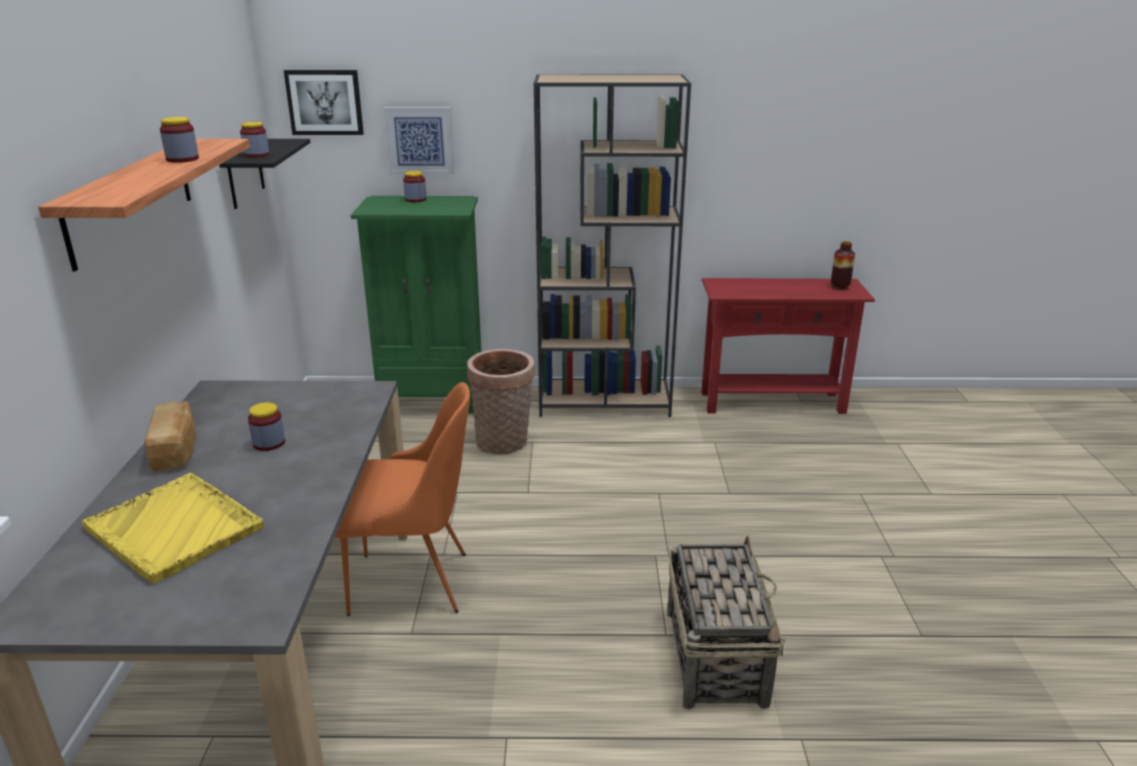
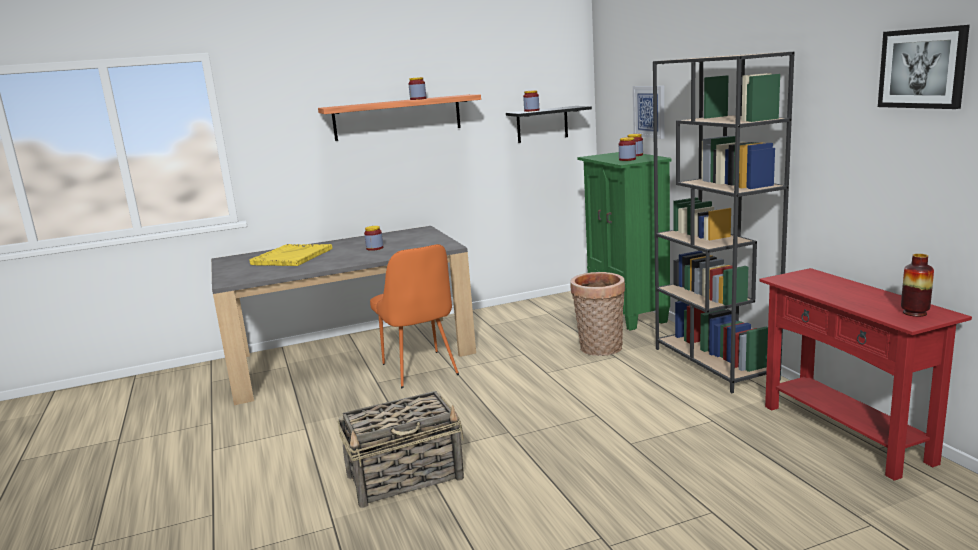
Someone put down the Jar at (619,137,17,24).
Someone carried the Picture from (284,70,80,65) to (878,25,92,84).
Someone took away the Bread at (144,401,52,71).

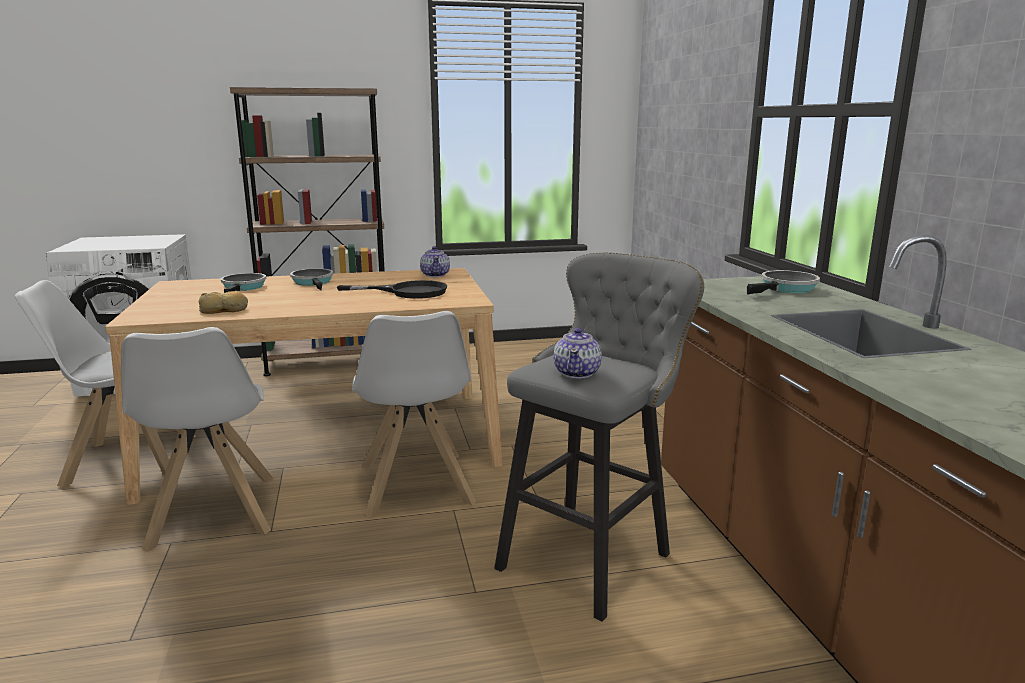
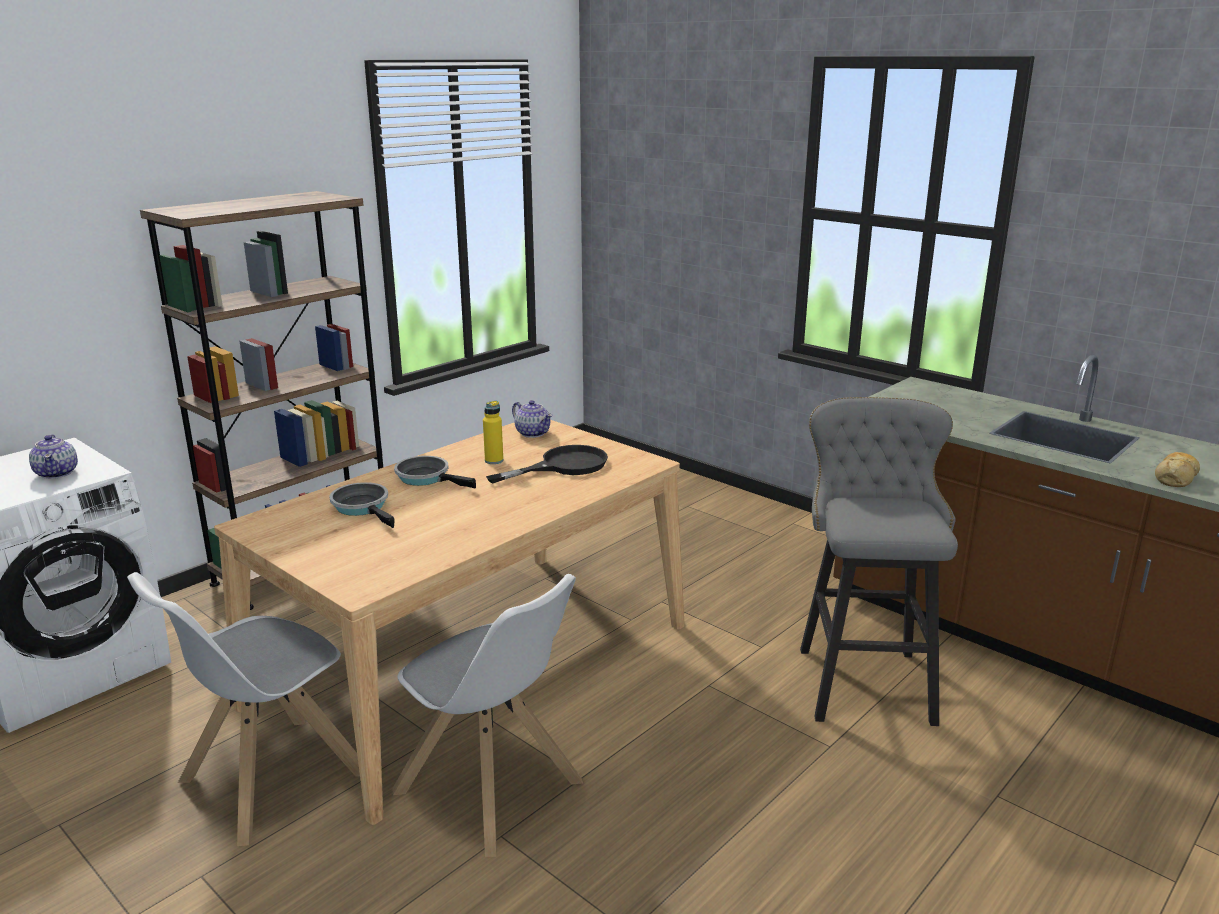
Someone carried the Teapot from (554,328,48,50) to (29,434,49,45).
Someone put down the YellowBottle at (483,401,20,63).
Someone carried the Bread from (199,291,49,23) to (1155,452,45,35).
Someone took away the Chair at (352,311,124,207).
Someone took away the FryingPan at (747,270,73,25).

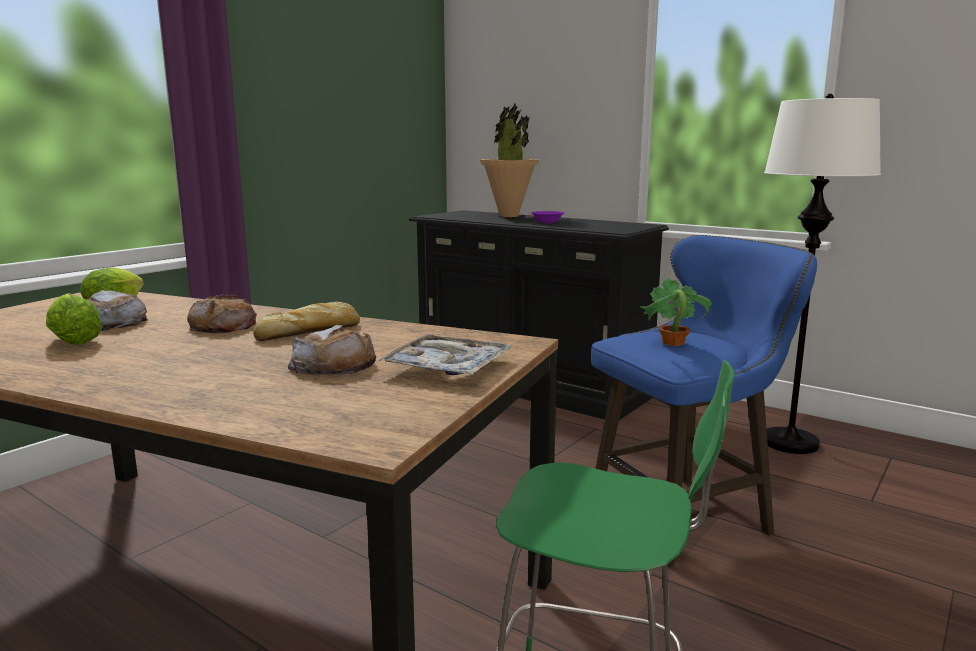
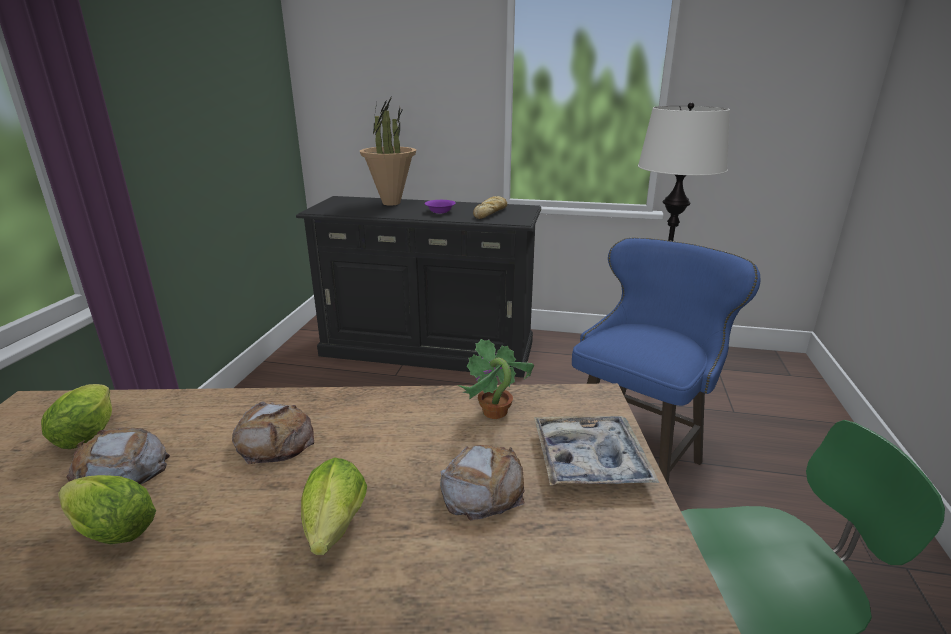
Someone put down the Lettuce at (301,458,66,97).
Someone carried the PottedPlant from (640,278,72,68) to (458,339,76,80).
Someone carried the Bread from (253,302,107,39) to (473,196,34,23).

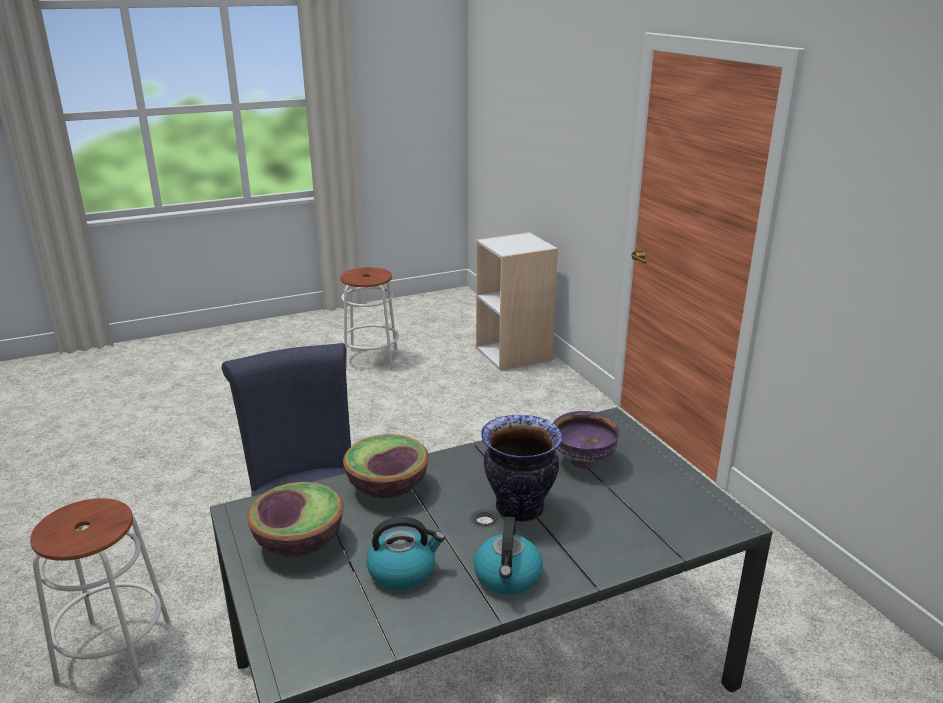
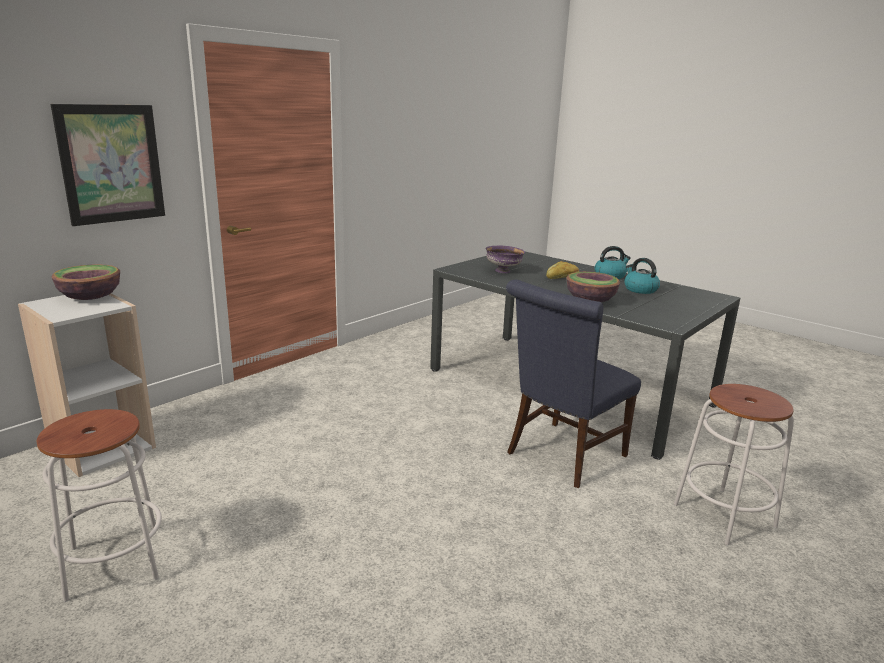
Someone put up the Picture at (51,104,114,122).
Someone carried the Bowl from (247,482,97,74) to (52,264,68,36).
Someone swapped the Vase at (481,415,82,106) for the Bread at (546,261,33,18).

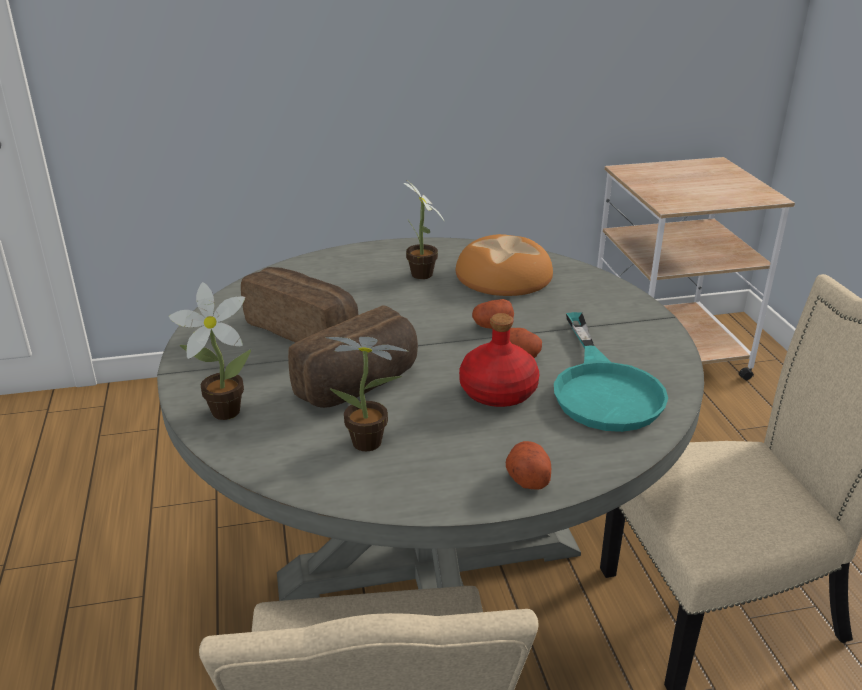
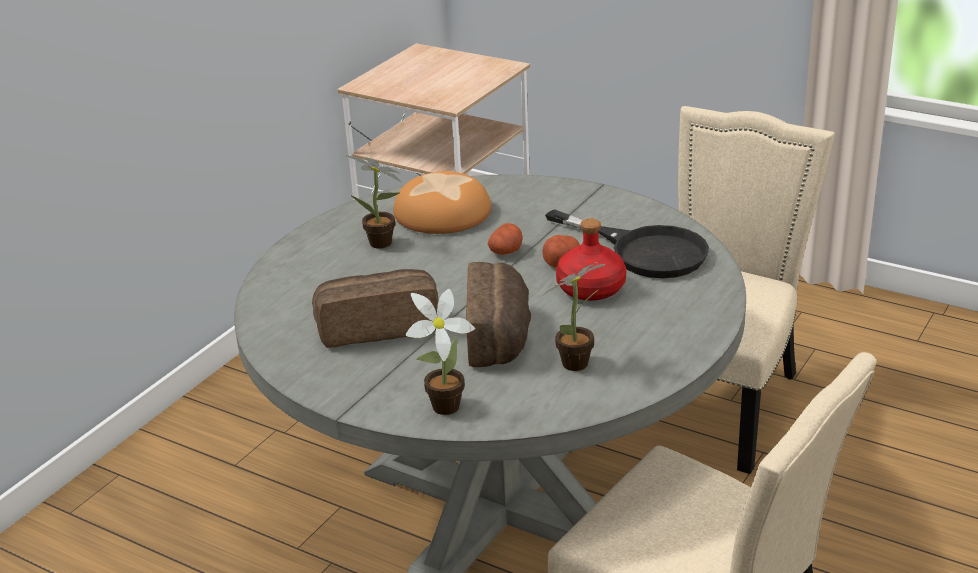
Someone repainted the TurquoiseFryingPan at (554,312,114,120), which became the BlackFryingPan at (545,209,164,69).
Someone took away the Potato at (506,441,45,49).

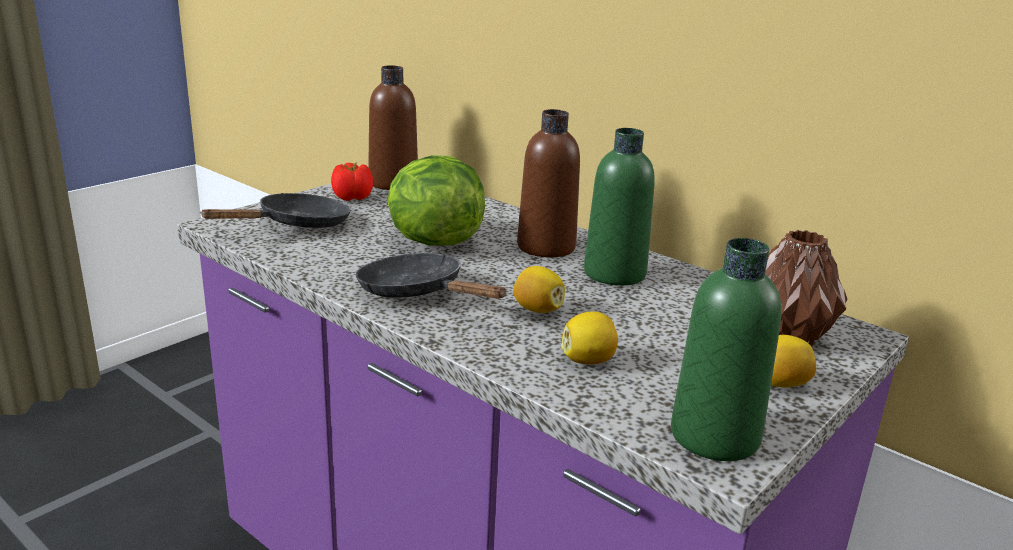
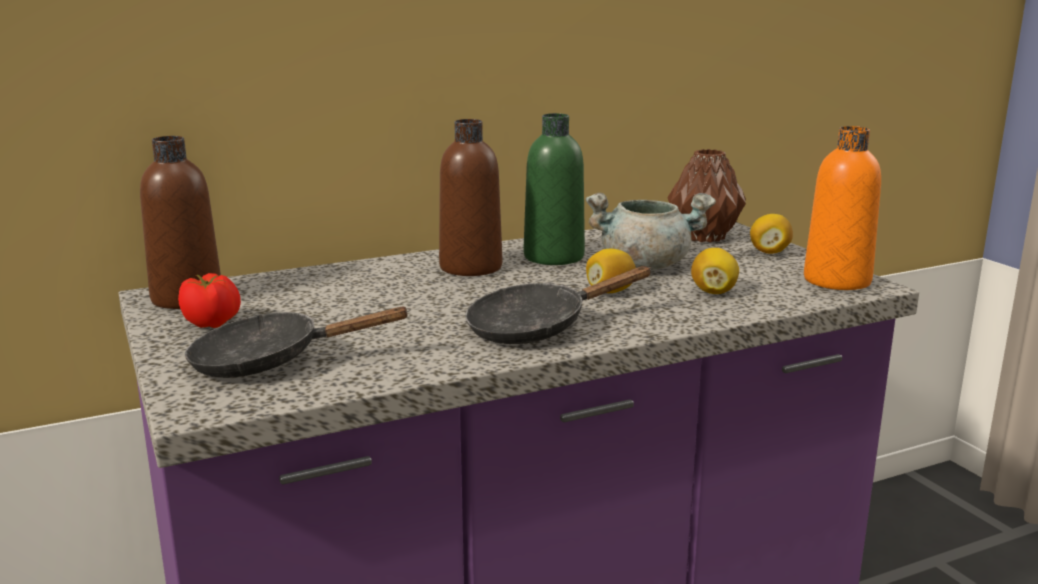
Someone rotated the BlackFryingPan at (200,193,151,35) by 75 degrees counterclockwise.
Someone put down the GreyCookingPot at (585,193,131,77).
Someone repainted the GreenBottle at (671,238,111,223), which became the OrangeBottle at (804,126,77,164).
Someone took away the Lettuce at (387,155,98,91).

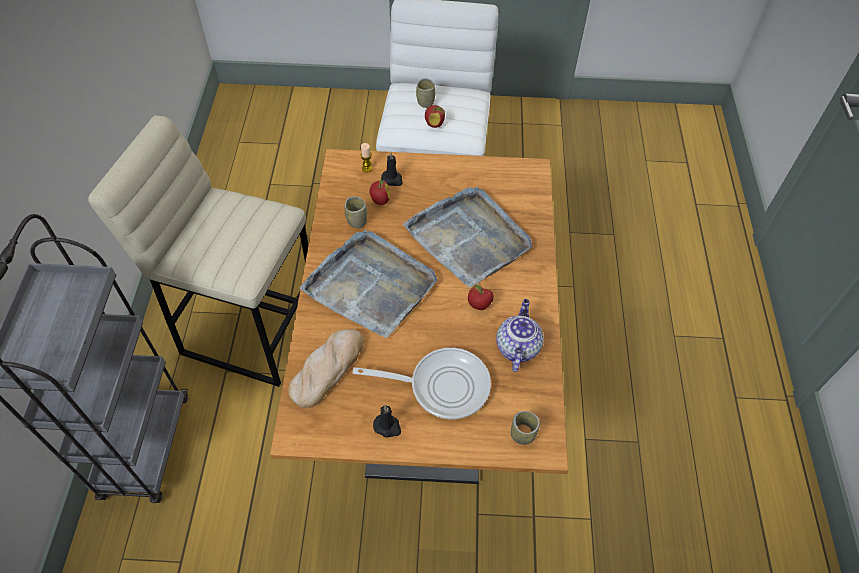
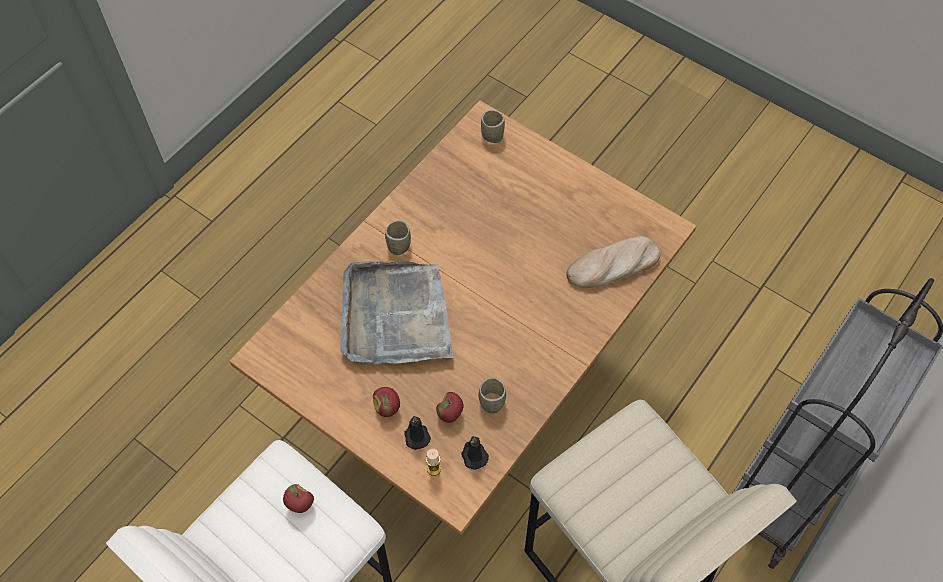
Someone carried the Apple from (468,285,26,25) to (373,387,27,30).
Someone carried the Cup from (416,78,20,30) to (385,220,26,35).
Someone carried the BlackCandle from (373,405,28,33) to (461,436,28,34).
Someone took away the GreyTray at (299,230,138,108).
Someone took away the FryingPan at (353,348,138,71).
Someone took away the Teapot at (496,299,48,73).

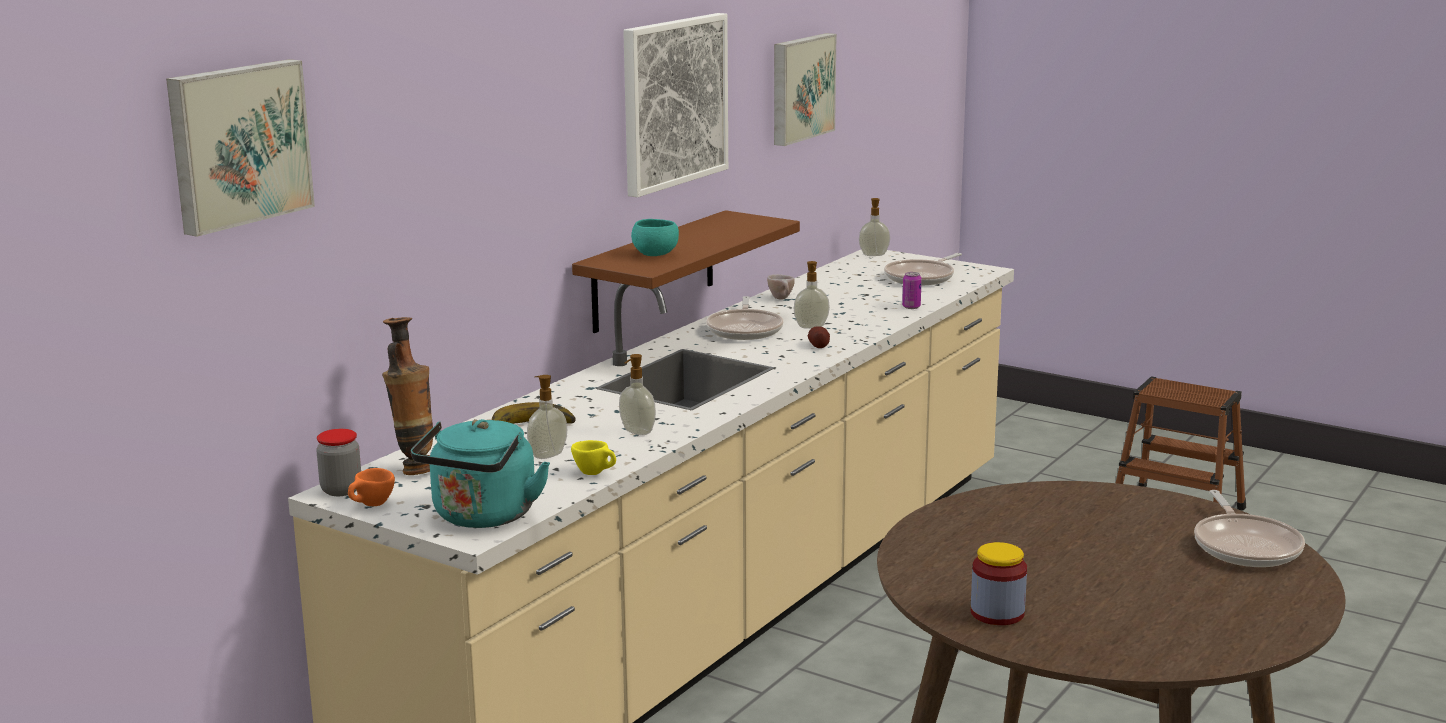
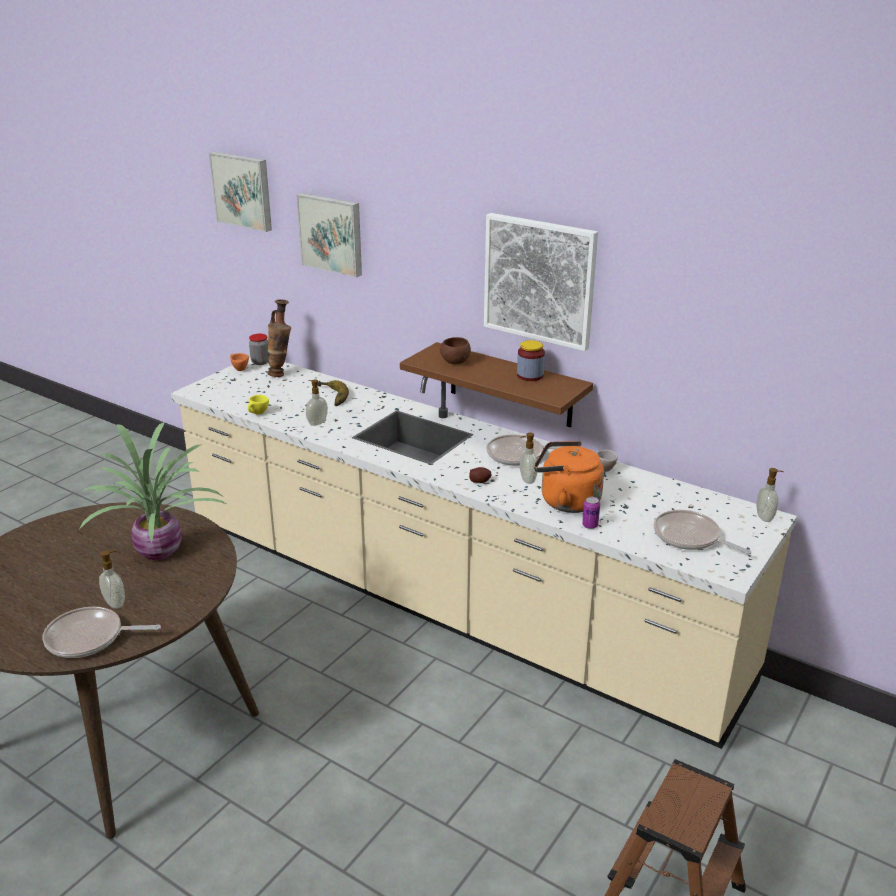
Someone put down the PottedPlant at (80,422,146,138).
Someone carried the SoapDispenser from (527,375,40,84) to (99,550,26,59).
Someone carried the Picture from (774,33,63,113) to (297,193,65,85).
Someone repainted the TurquoiseBowl at (631,219,48,37), which became the BrownBowl at (440,337,31,27).
Someone carried the Jar from (971,542,56,83) to (517,340,28,41).
Someone put down the OrangeKettle at (534,441,70,72).
Someone took away the TurquoiseKettle at (411,419,139,109).

